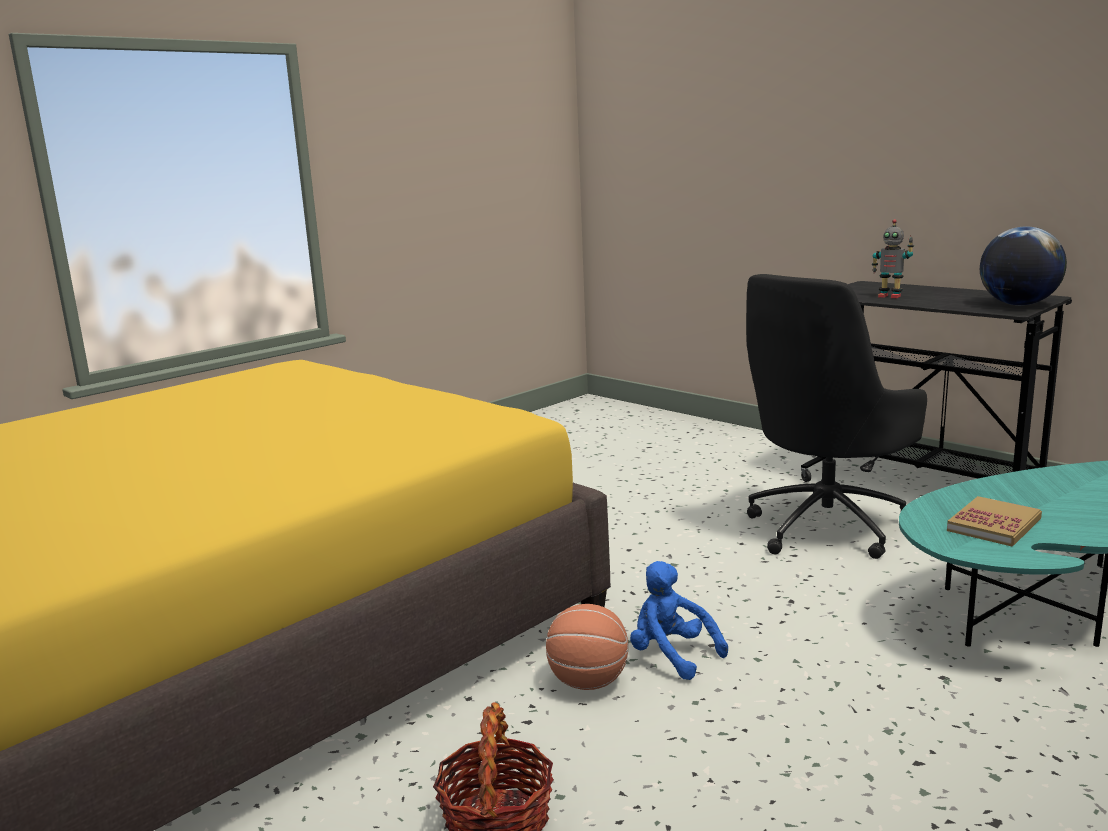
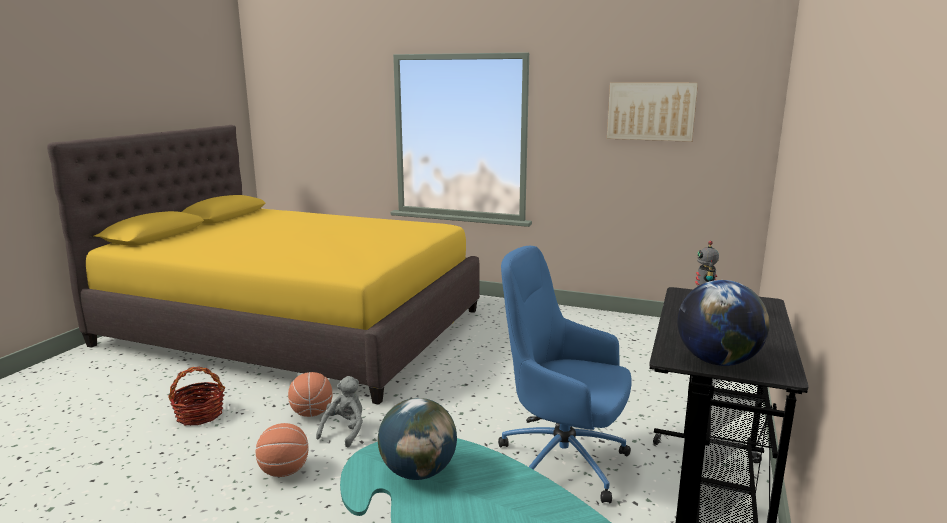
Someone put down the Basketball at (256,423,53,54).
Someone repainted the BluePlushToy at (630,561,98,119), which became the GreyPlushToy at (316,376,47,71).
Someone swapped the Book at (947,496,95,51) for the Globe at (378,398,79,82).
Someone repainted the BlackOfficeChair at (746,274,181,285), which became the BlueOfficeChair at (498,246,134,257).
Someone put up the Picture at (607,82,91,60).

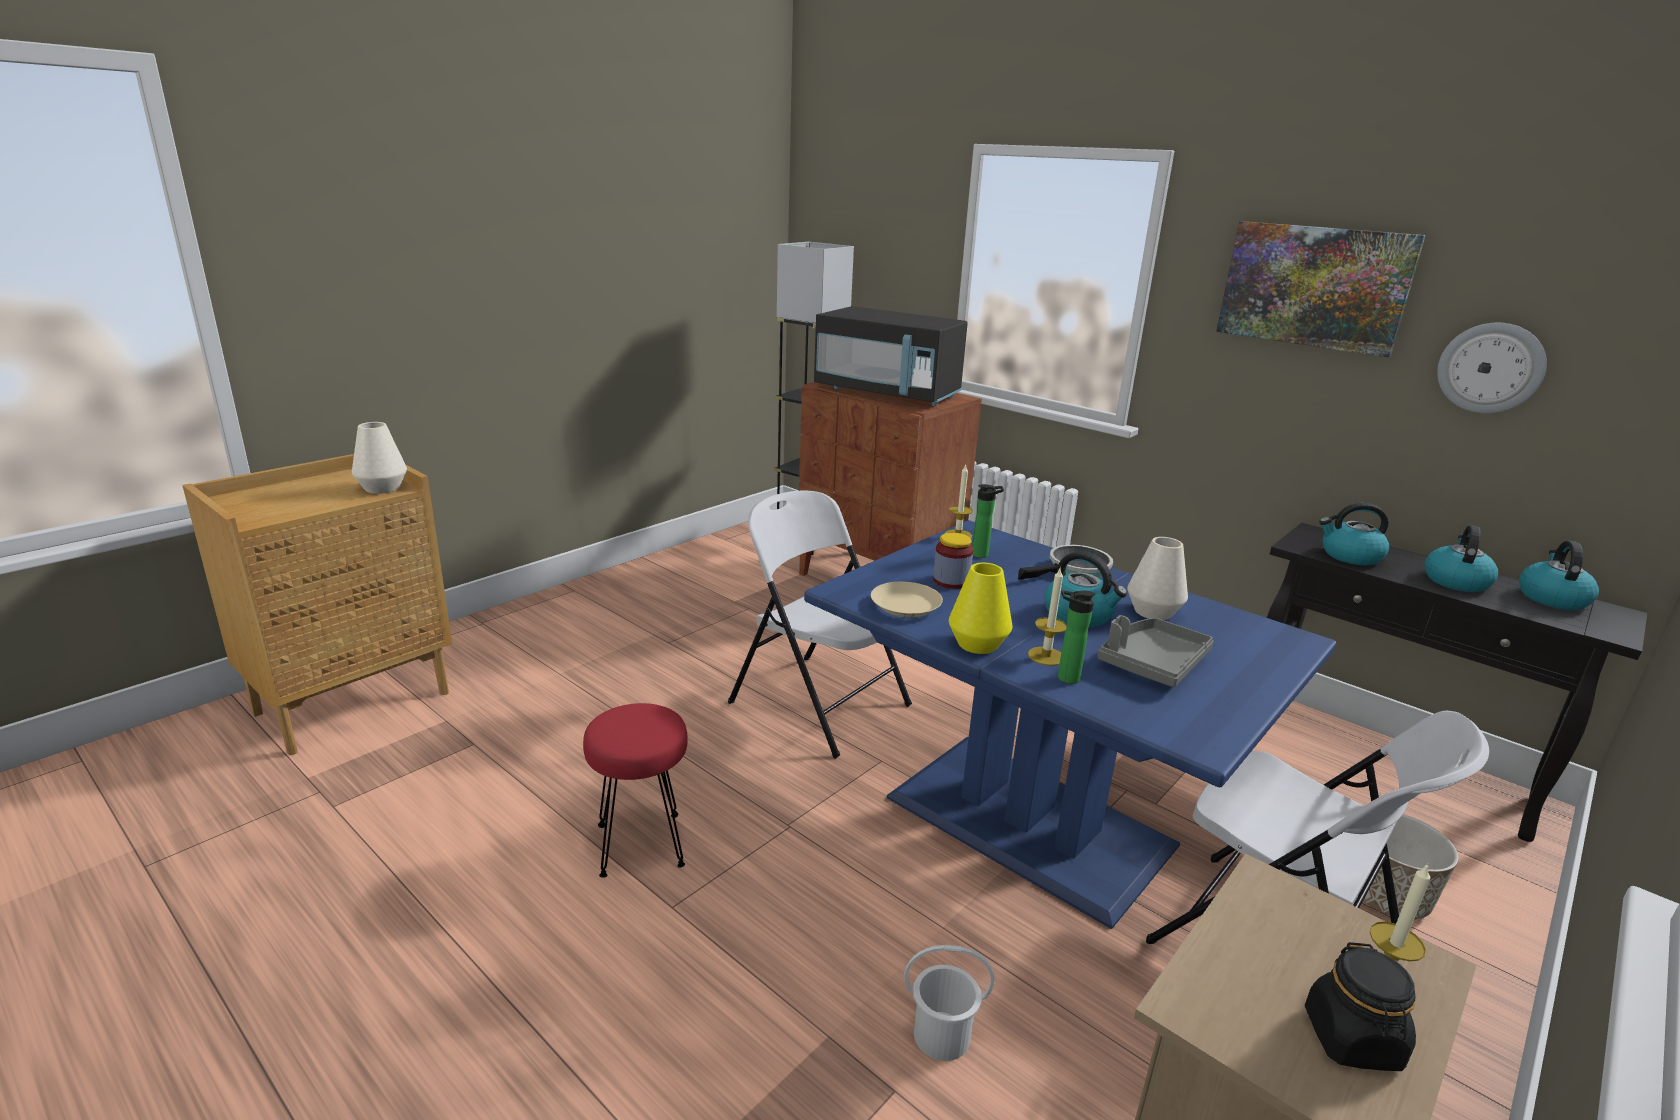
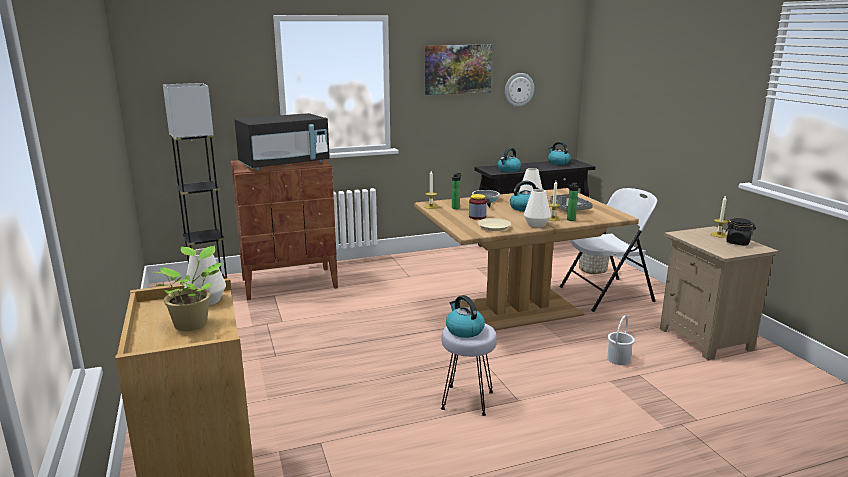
Someone put down the PottedPlant at (154,245,69,86).
Someone repainted the BlueDiningTable at (804,520,532,409), which became the BrownDiningTable at (414,188,225,142).
Someone repainted the RedStool at (583,703,105,175), which became the GreyStool at (441,323,56,93).
Someone carried the Kettle from (1425,525,73,67) to (446,295,39,43).
Someone repainted the YellowVase at (949,563,63,91), which became the WhiteVase at (524,189,27,38).
Someone took away the WhiteChair at (728,490,184,269).

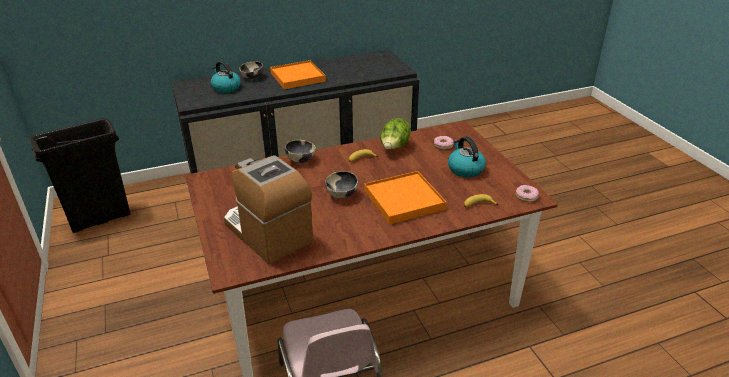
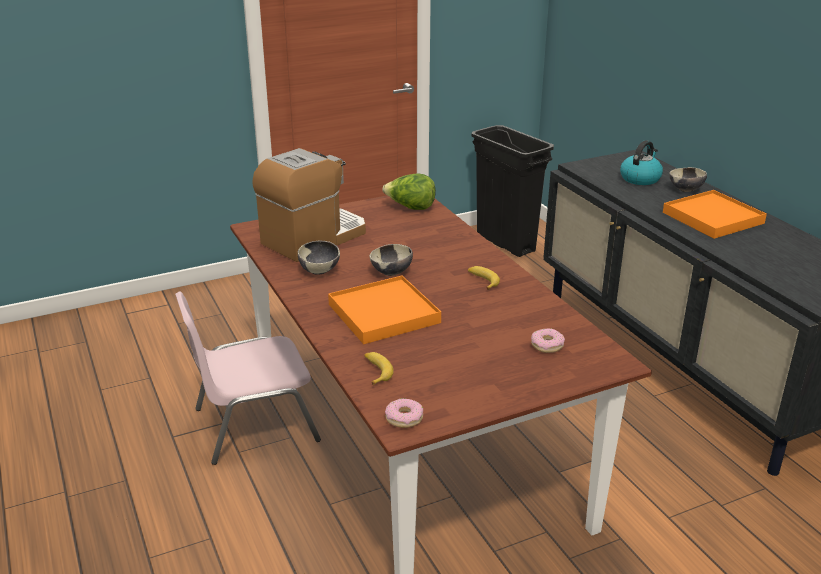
Someone carried the Bowl from (285,140,31,23) to (298,240,42,35).
Someone carried the Lettuce from (380,118,31,31) to (383,173,53,37).
Someone took away the Kettle at (448,137,38,41).

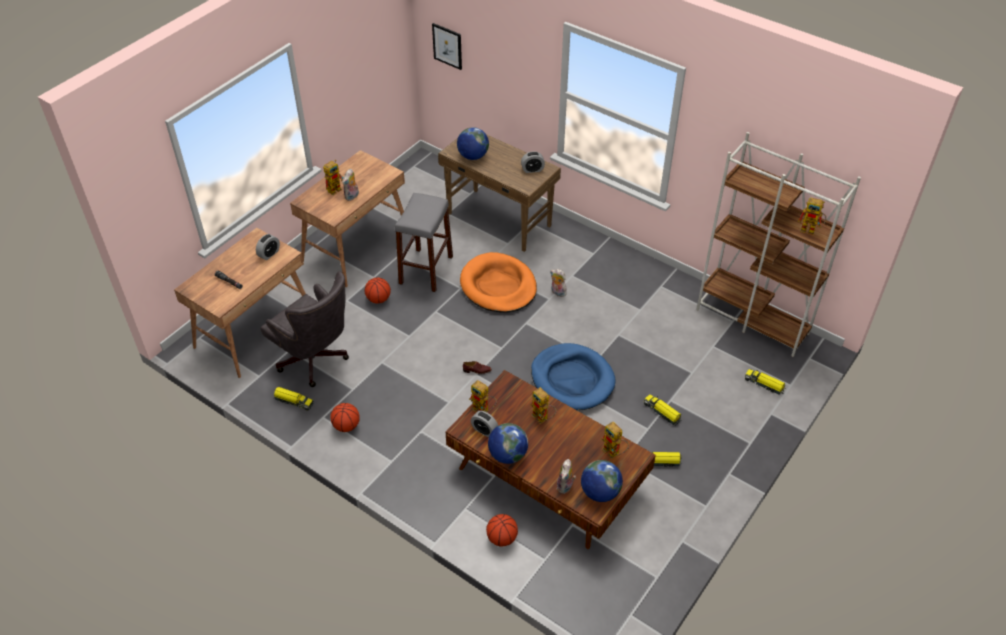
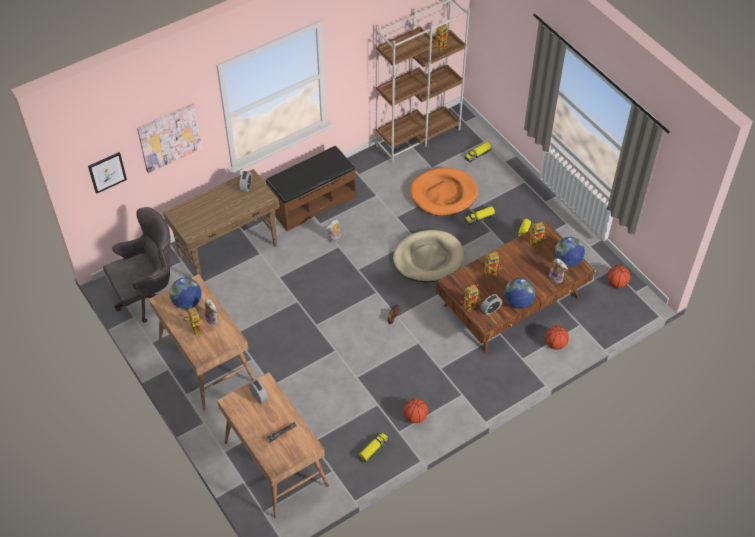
Someone carried the GreyOfficeChair from (260,271,89,116) to (103,207,68,116).
Someone put up the Picture at (137,103,65,70).
Someone carried the Globe from (457,127,32,33) to (169,277,33,32).
Someone put down the BrownBench at (265,146,91,85).
Someone repainted the BlueDogBed at (531,343,85,67), which became the BeigeDogBed at (393,230,71,53).
Someone carried the OrangeDogBed from (460,252,77,61) to (410,168,68,48).
Someone carried the Basketball from (364,277,27,27) to (607,265,23,23).
Someone took away the GreyStool at (395,193,58,99).

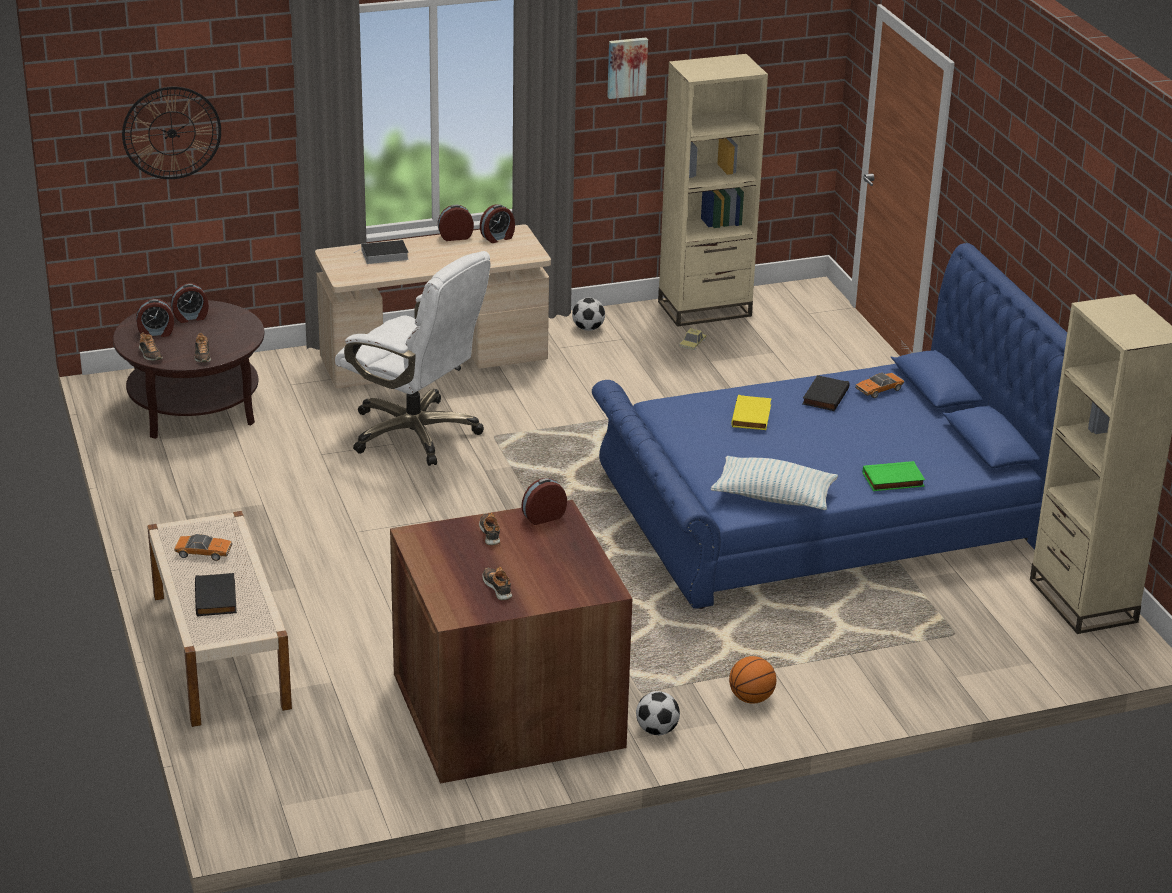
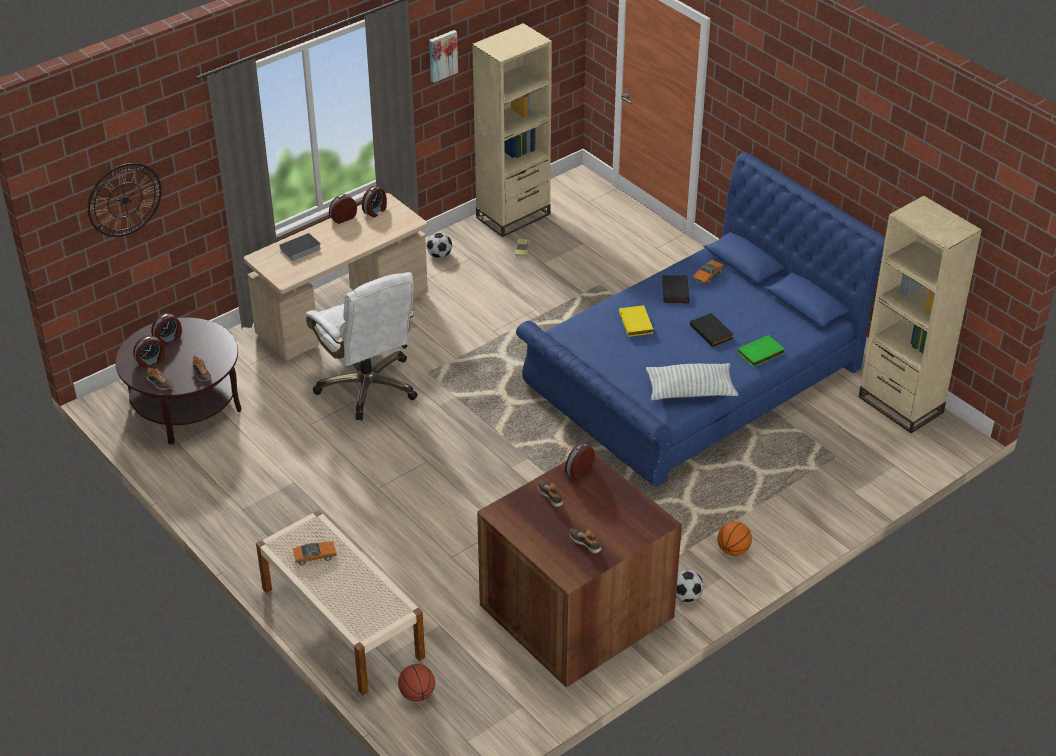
Someone rotated the WhiteOfficeChair at (335,251,156,215) by 45 degrees clockwise.
Someone put down the Basketball at (398,664,37,38).
Someone carried the BlackBook from (195,573,42,43) to (690,313,44,34).

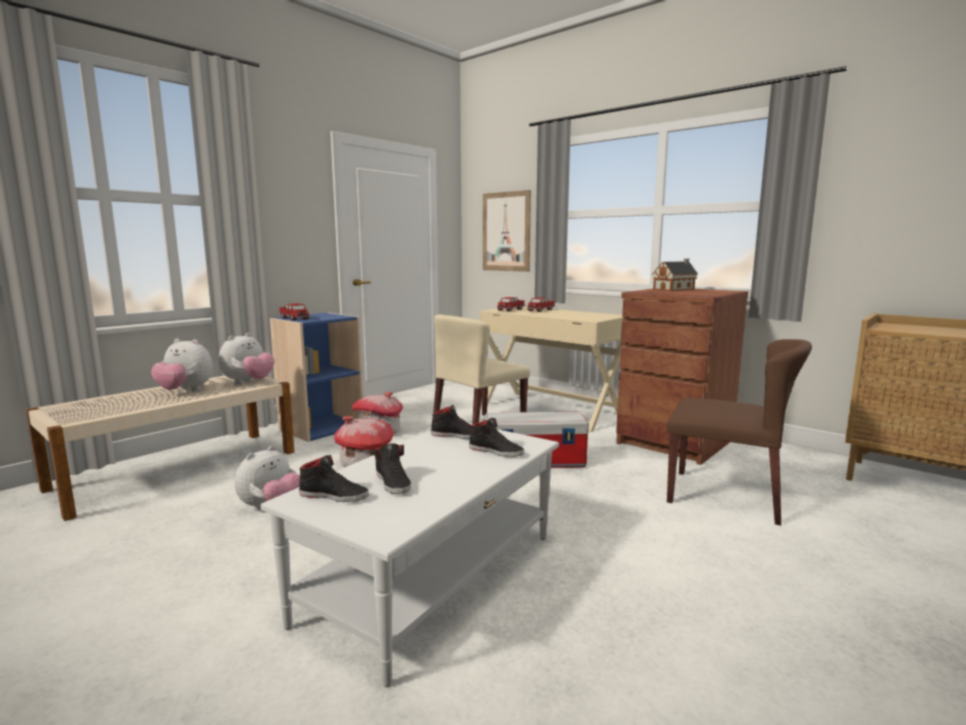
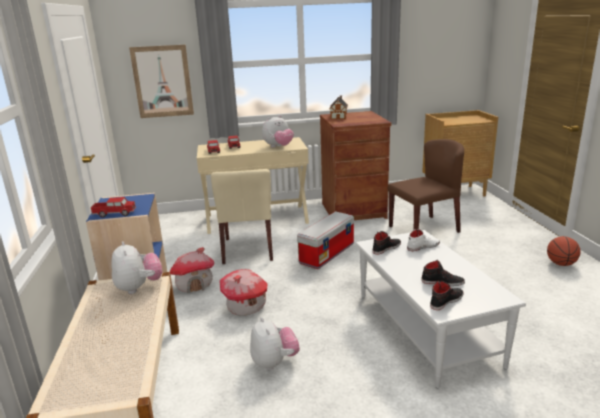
Someone carried the PlushToy from (151,339,62,52) to (262,115,32,33).
Someone repainted the BlackShoe at (469,418,55,39), which became the WhiteShoe at (407,229,33,22).
Someone put down the Basketball at (547,236,34,30).

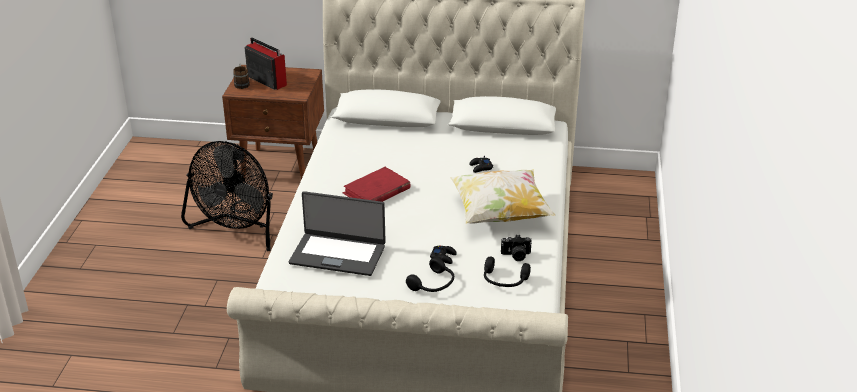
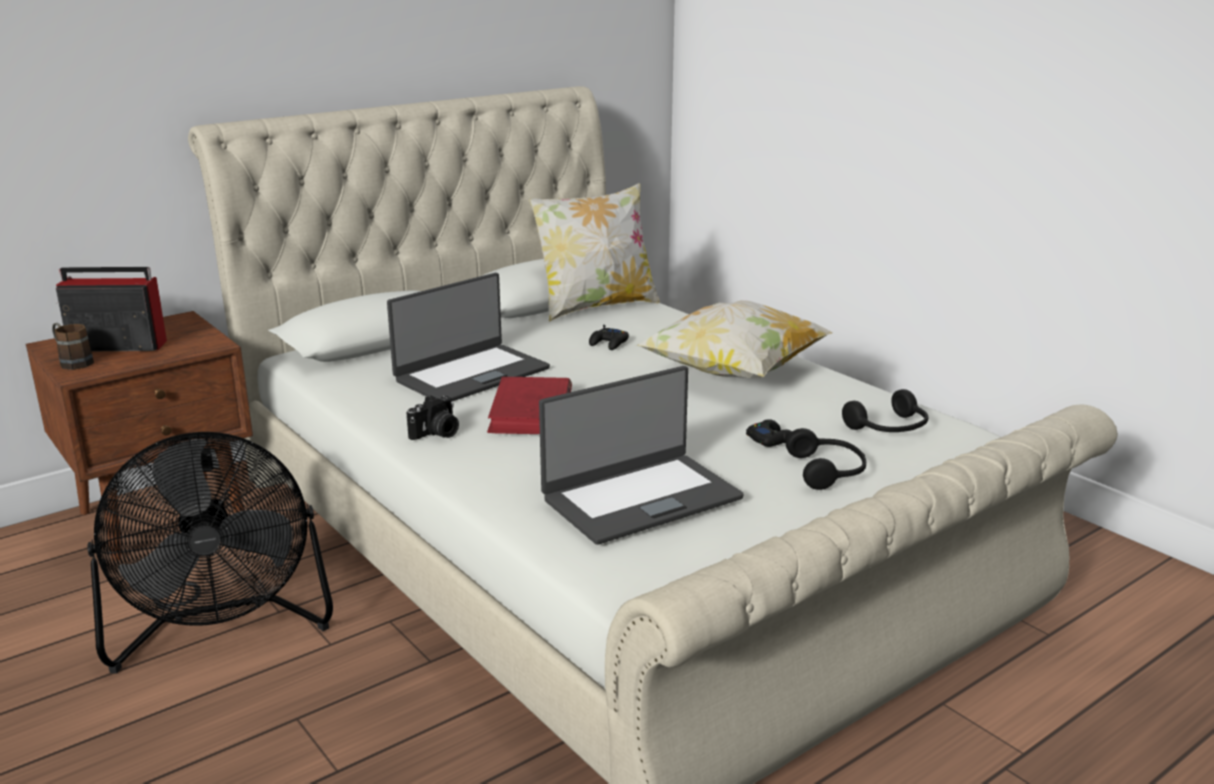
Someone put down the Laptop at (387,273,163,128).
Someone carried the PhotoCamera from (501,235,31,26) to (407,395,52,45).
Someone put down the Pillow at (528,183,132,139).

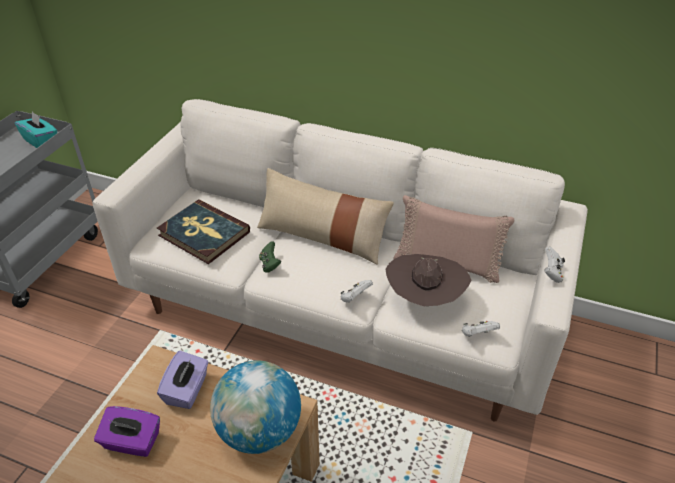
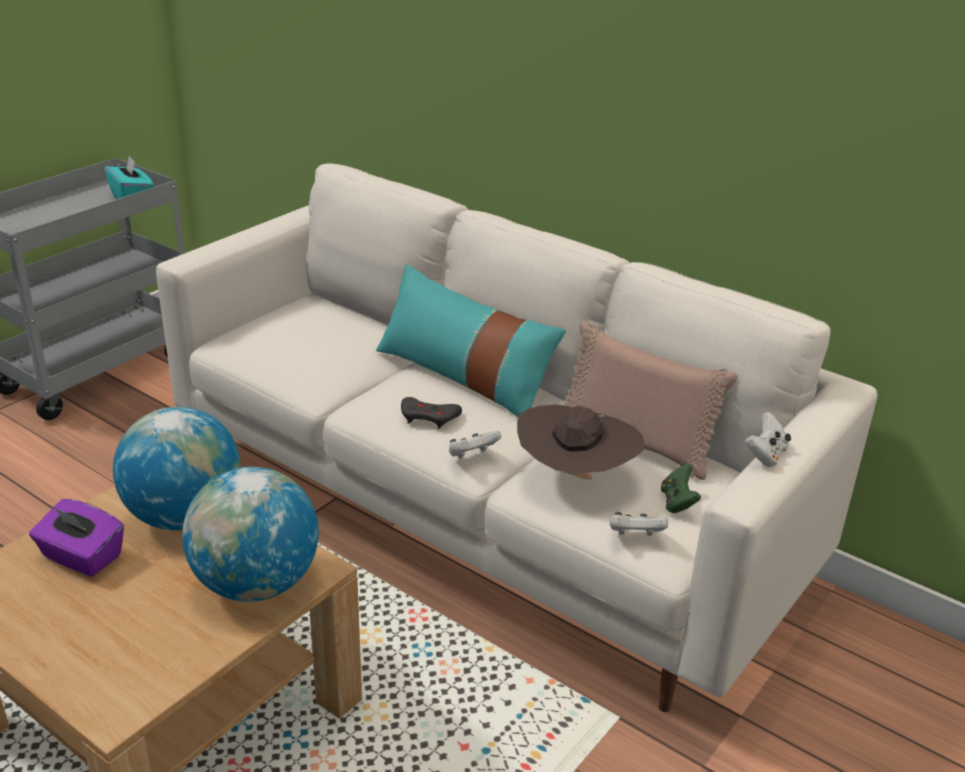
Someone swapped the PurpleTissueBox at (157,351,51,58) for the Globe at (113,407,128,123).
Someone repainted the BeigePillow at (257,168,137,97), which became the TurquoisePillow at (376,264,190,153).
Someone put down the GreyGameController at (401,397,61,32).
Someone carried the GreenGameController from (259,241,22,32) to (661,464,40,49).
Someone took away the Book at (157,200,93,64).

